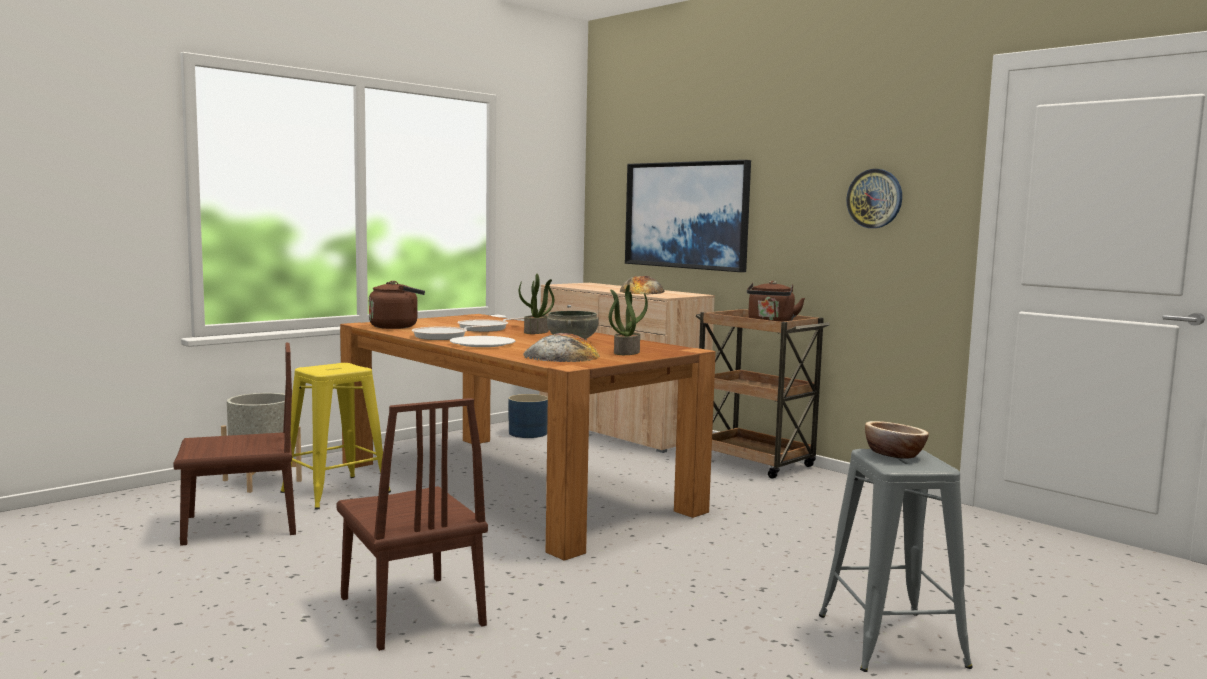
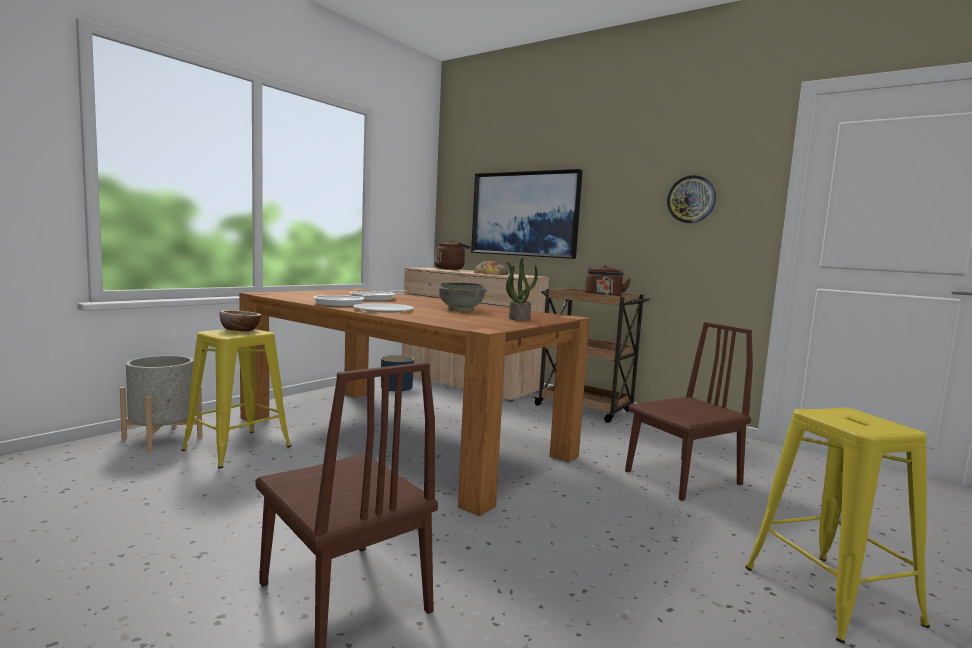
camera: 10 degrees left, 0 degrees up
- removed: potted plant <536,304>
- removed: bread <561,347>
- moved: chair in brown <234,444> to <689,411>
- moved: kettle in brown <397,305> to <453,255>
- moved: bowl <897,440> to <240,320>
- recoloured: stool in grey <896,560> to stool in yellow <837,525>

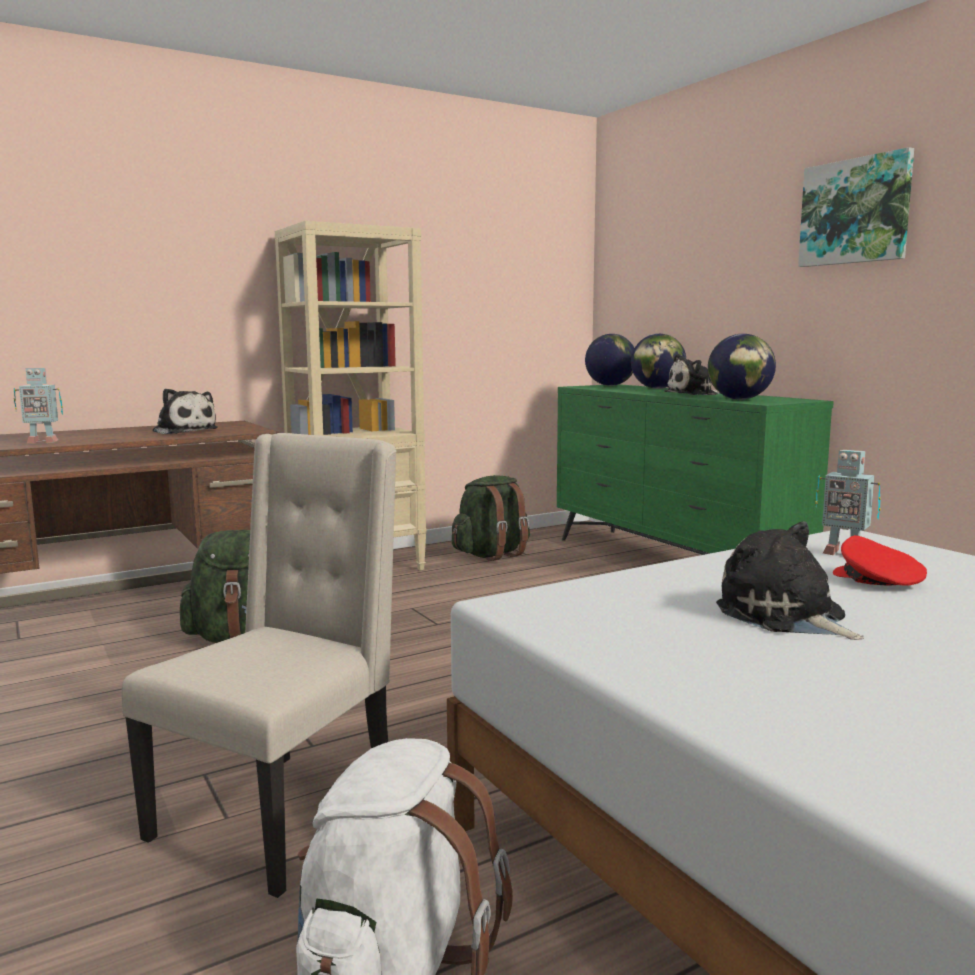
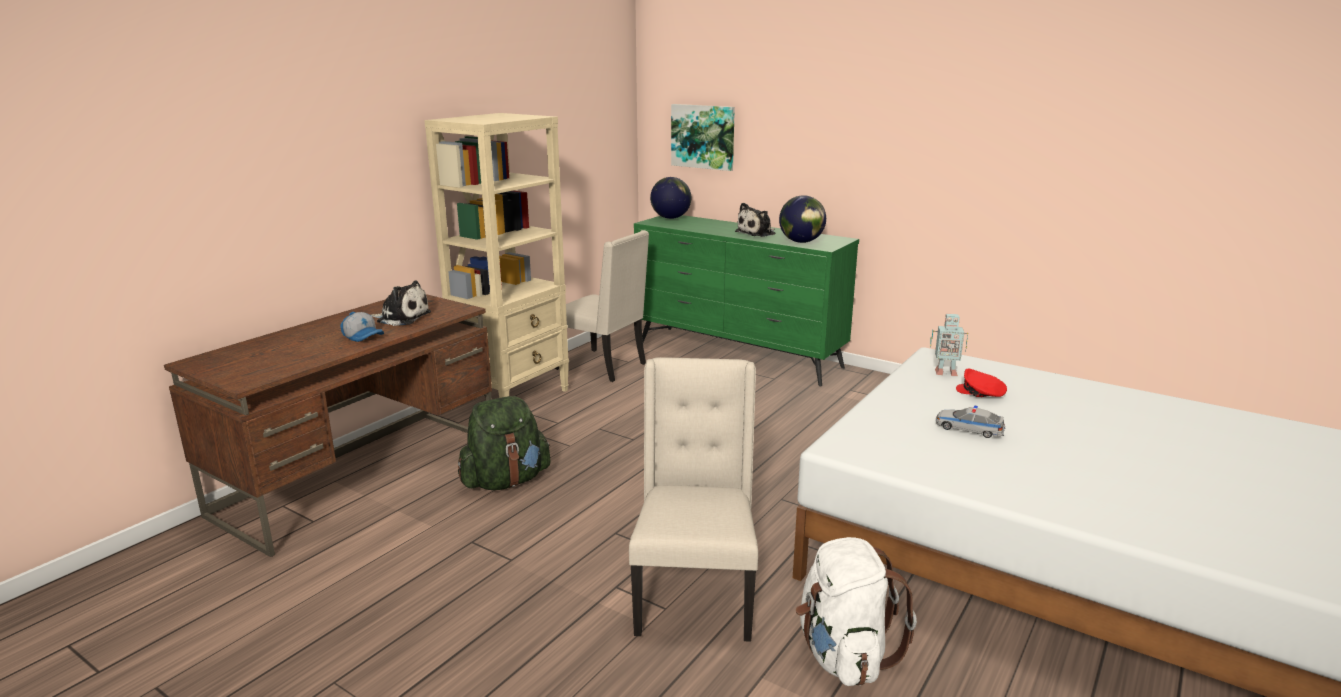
camera: 25 degrees left, 10 degrees up
- removed: toy robot <38,405>
- removed: globe <658,361>
- added: cap <362,327>
- moved: picture <856,207> to <703,137>
- replaced: backpack in green <491,518> to chair in beige <602,306>
- replaced: plush toy <790,580> to toy car <970,422>

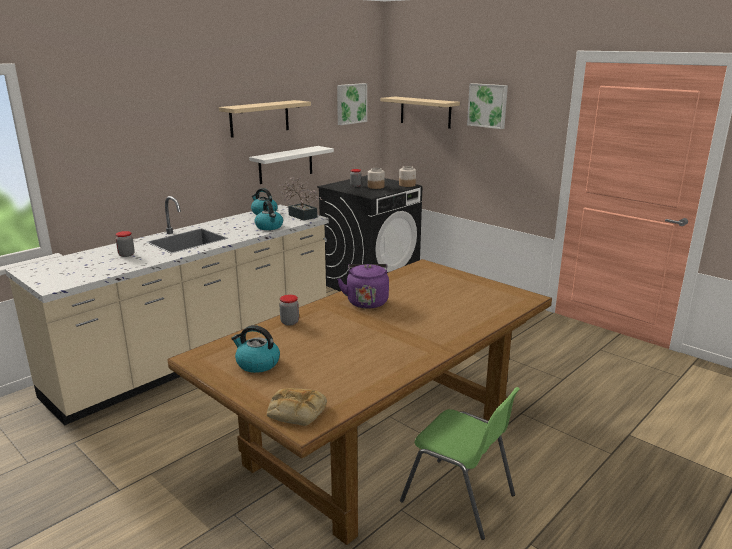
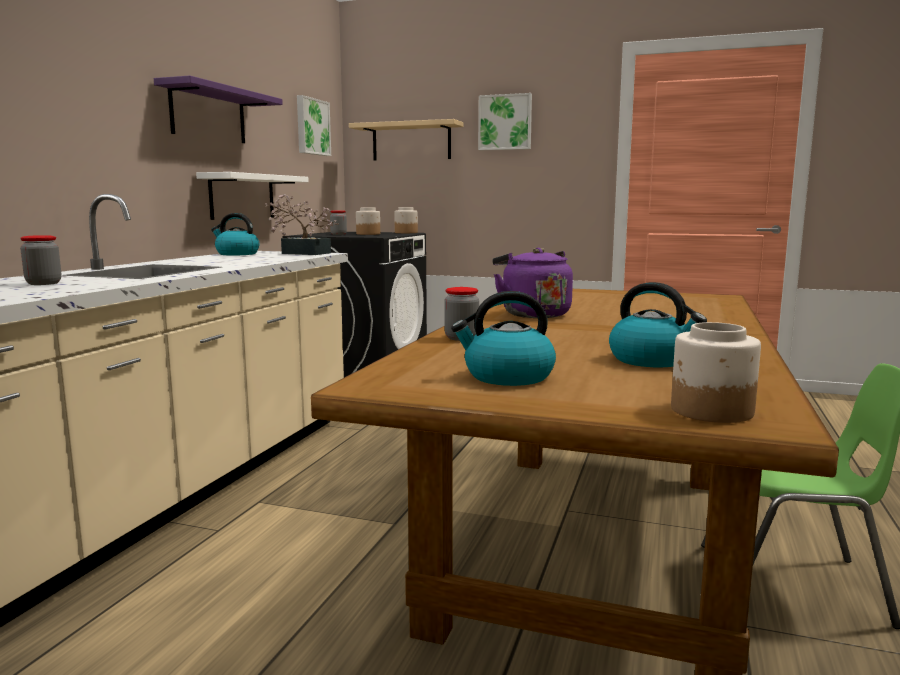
camera: 25 degrees left, 10 degrees down
- moved: kettle <269,215> to <658,324>
- replaced: bread <297,407> to jar <716,372>
- recoloured: shelf in beige <265,119> to shelf in purple <218,109>

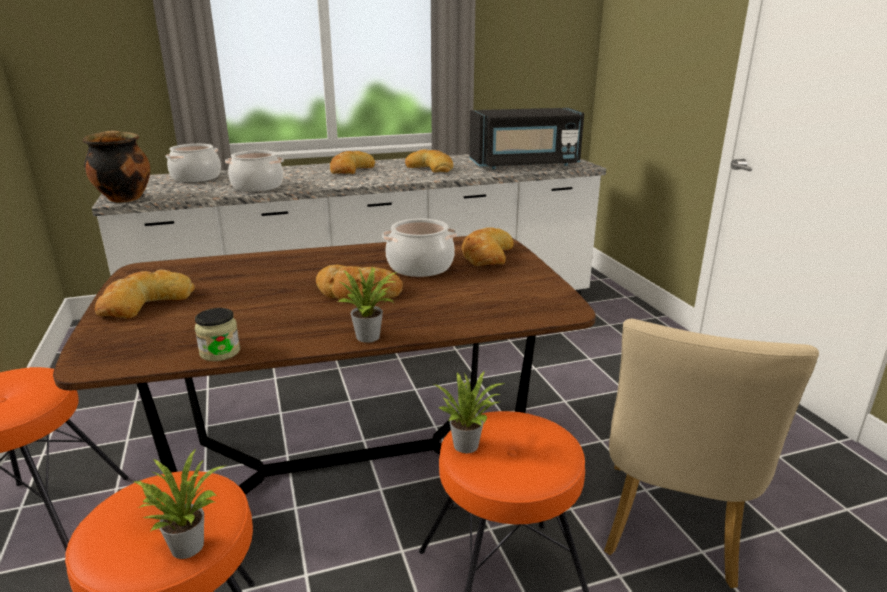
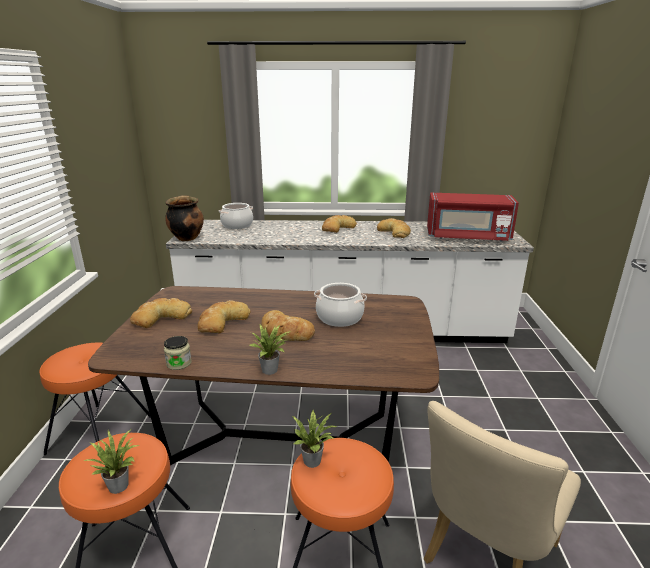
camera: 20 degrees right, 0 degrees up
- removed: cooking pot <254,171>
- moved: bread <488,246> to <224,316>
- recoloured: microwave in black <526,138> to microwave in red <473,217>

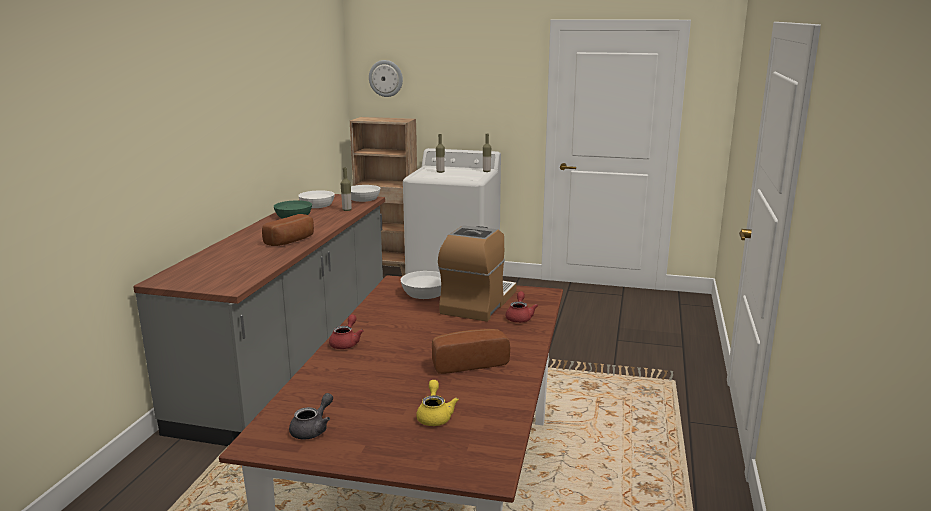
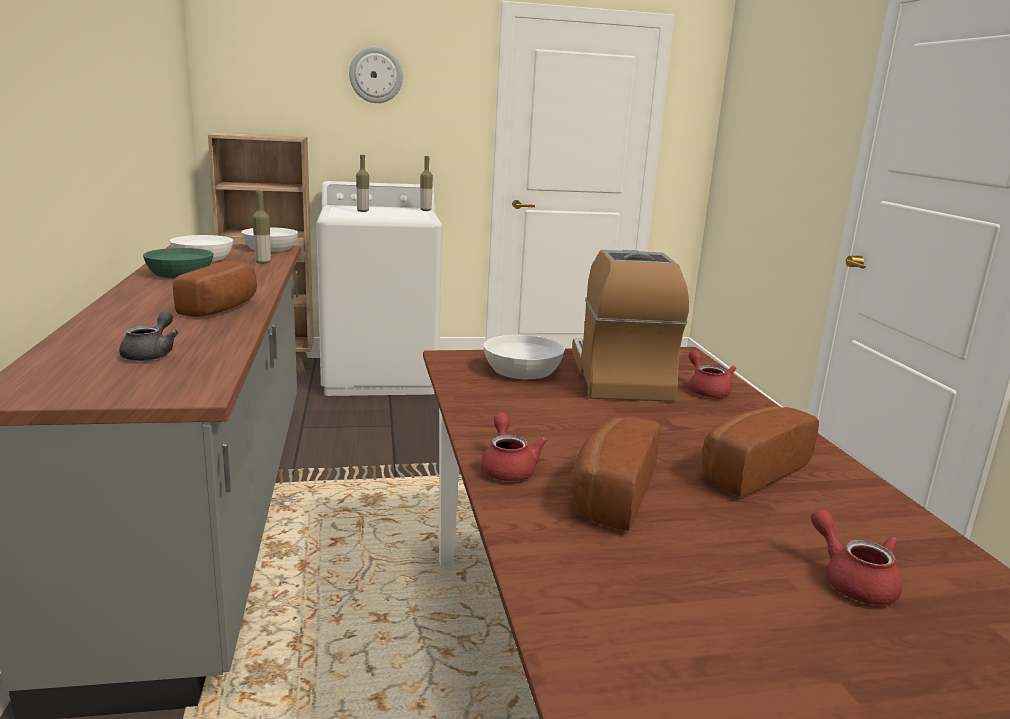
camera: 25 degrees left, 0 degrees up
- added: bread <616,474>
- moved: teapot in grey <311,416> to <149,336>
- moved: wall clock <386,78> to <376,75>
- recoloured: teapot in yellow <437,403> to teapot in red <856,557>

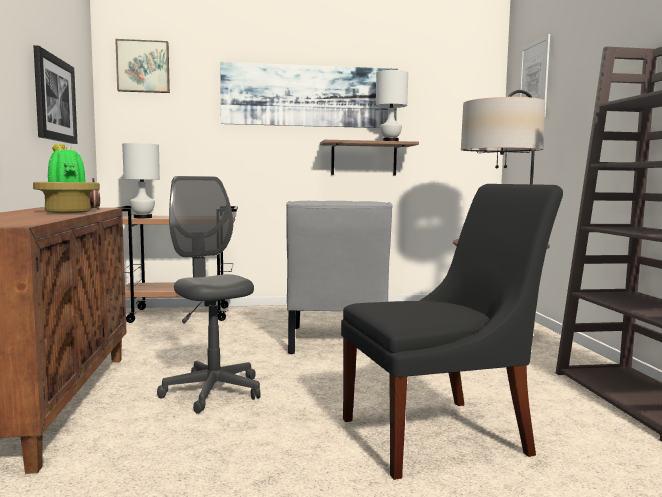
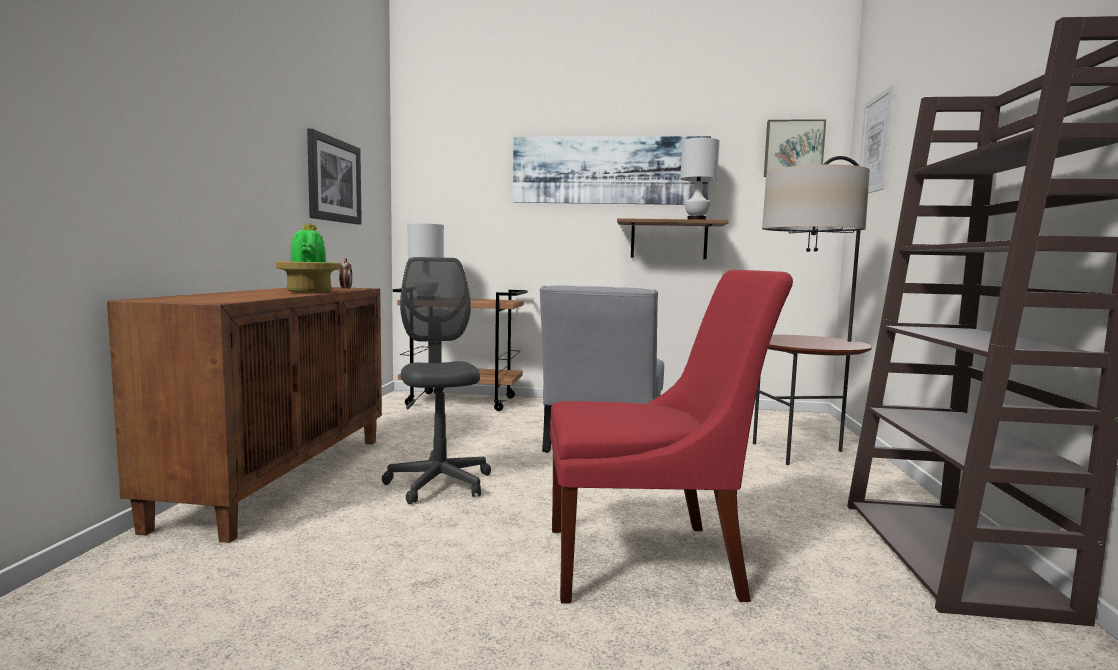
camera: 15 degrees right, 0 degrees up
- moved: picture <142,66> to <795,148>
- recoloured: chair in black <452,332> to chair in red <671,436>

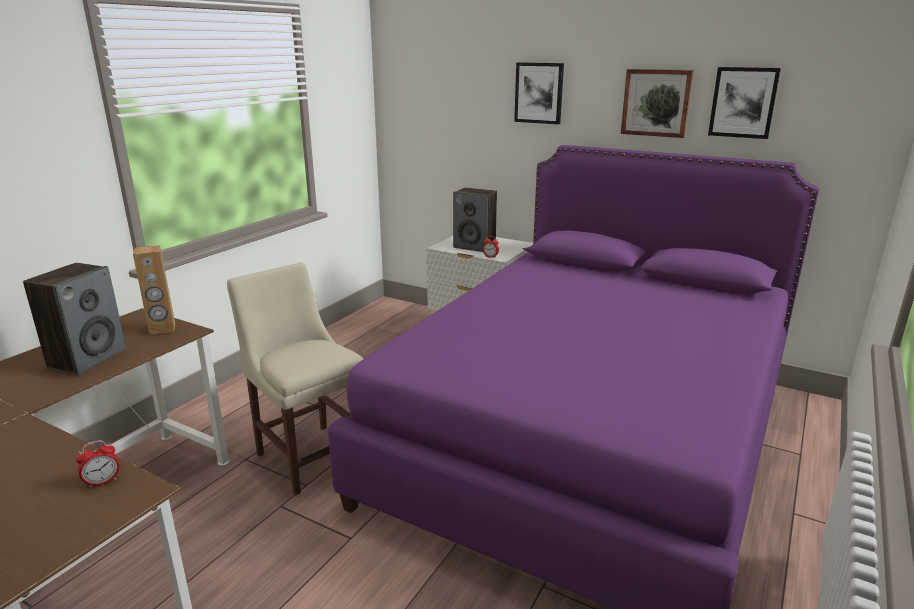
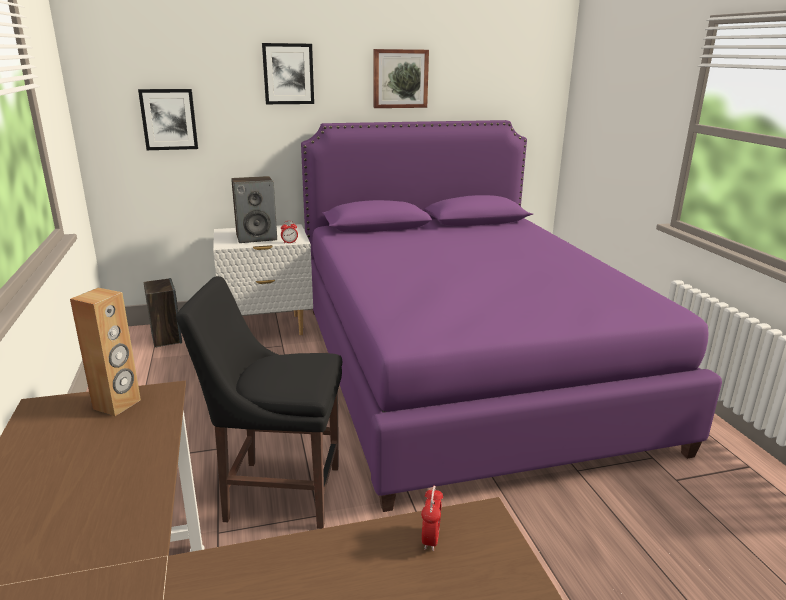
camera: 45 degrees left, 0 degrees up
- moved: speaker <74,319> to <163,312>
- moved: picture <744,103> to <168,119>
- recoloured: chair in beige <295,379> to chair in black <259,402>

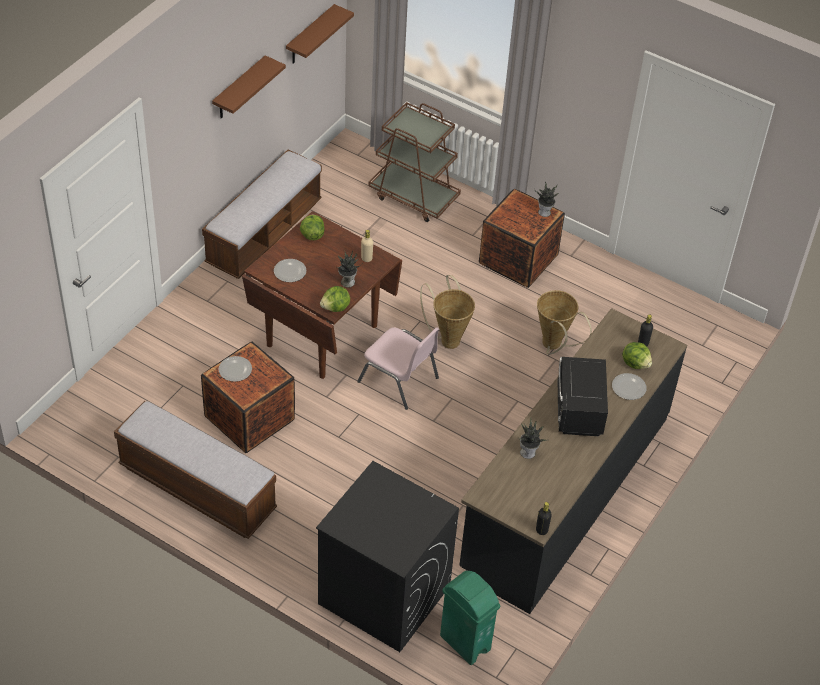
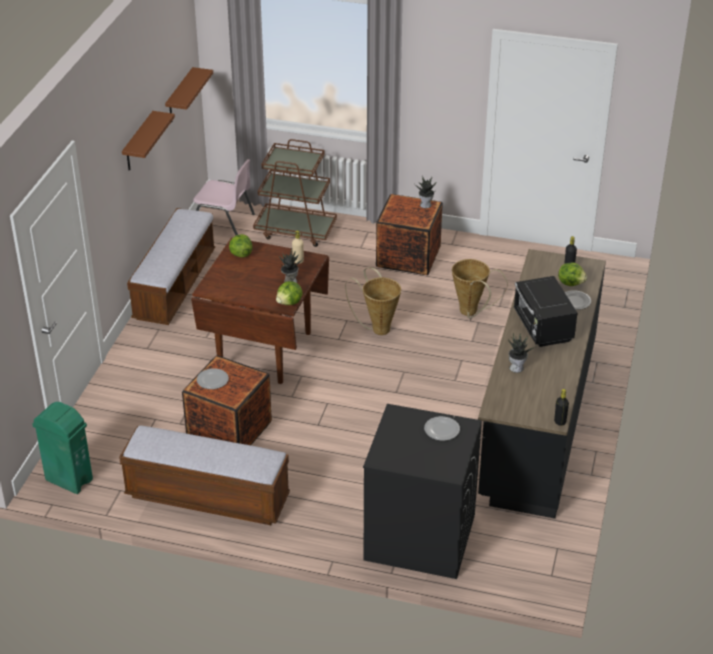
camera: 15 degrees left, 10 degrees down
- moved: plate <290,270> to <442,428>
- moved: chair in pink <398,368> to <224,197>
- moved: trash can in green <470,618> to <62,448>

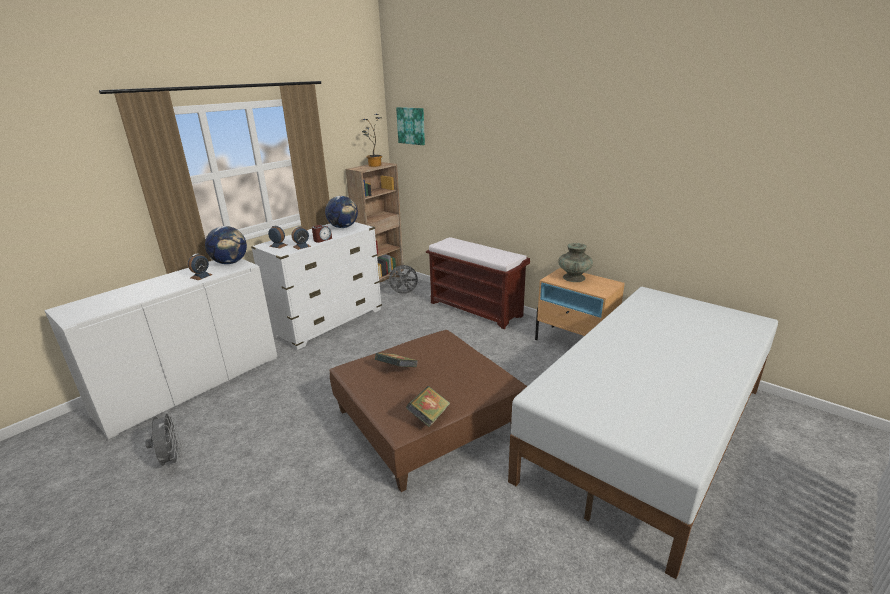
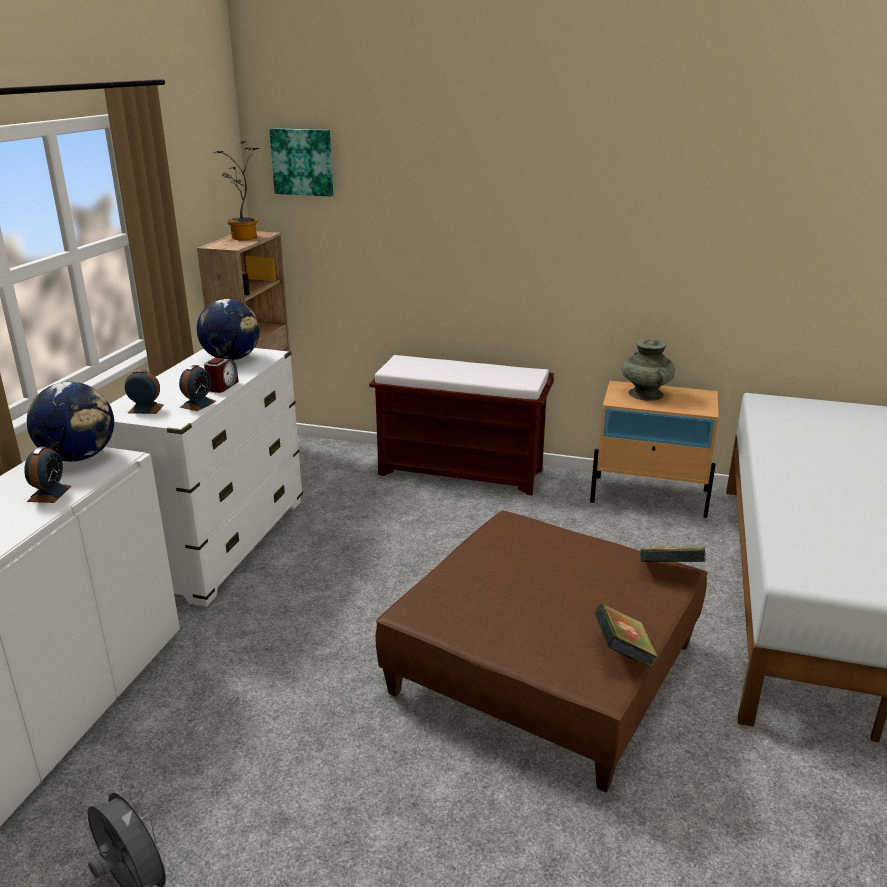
camera: 25 degrees left, 0 degrees up
- removed: fan in grey <403,279>
- moved: book <396,360> to <673,554>

